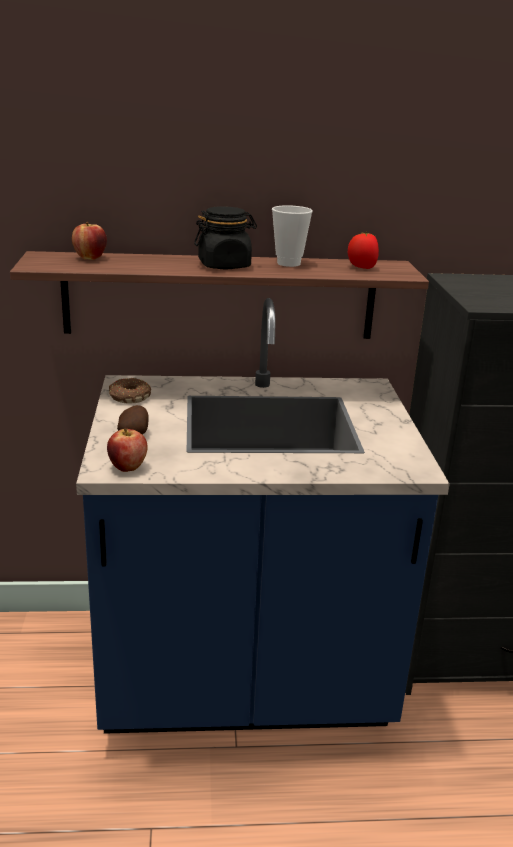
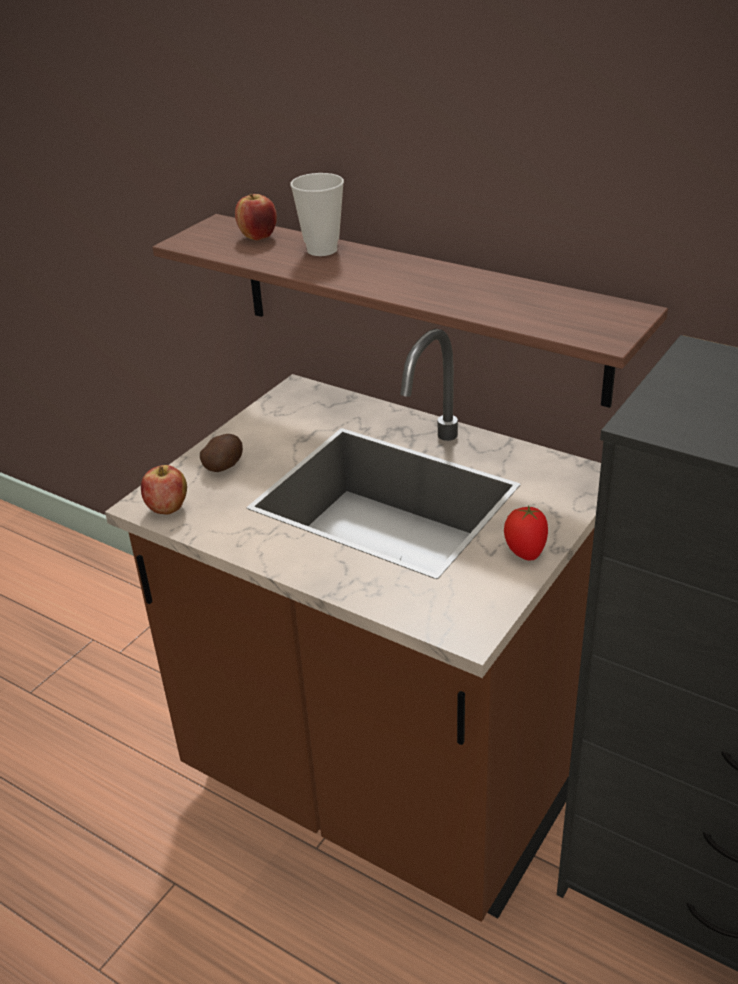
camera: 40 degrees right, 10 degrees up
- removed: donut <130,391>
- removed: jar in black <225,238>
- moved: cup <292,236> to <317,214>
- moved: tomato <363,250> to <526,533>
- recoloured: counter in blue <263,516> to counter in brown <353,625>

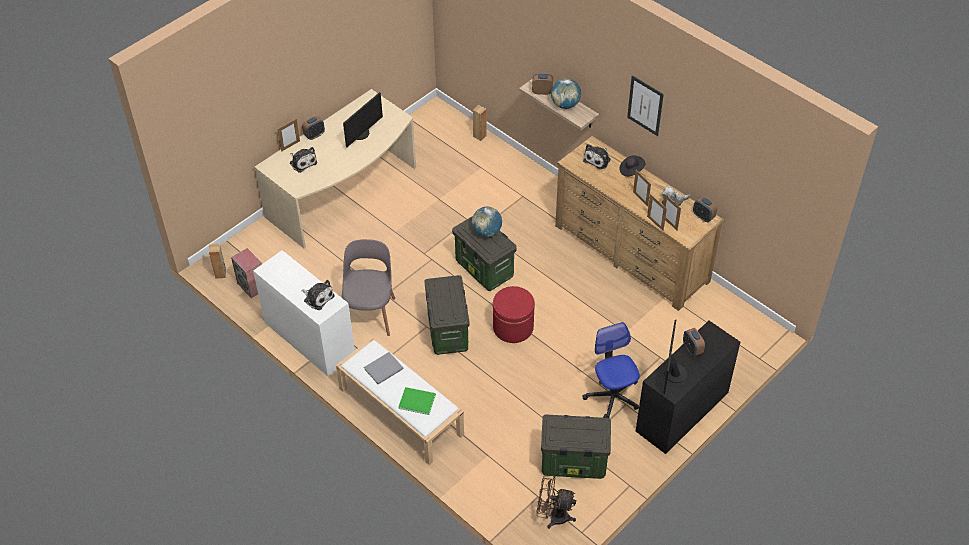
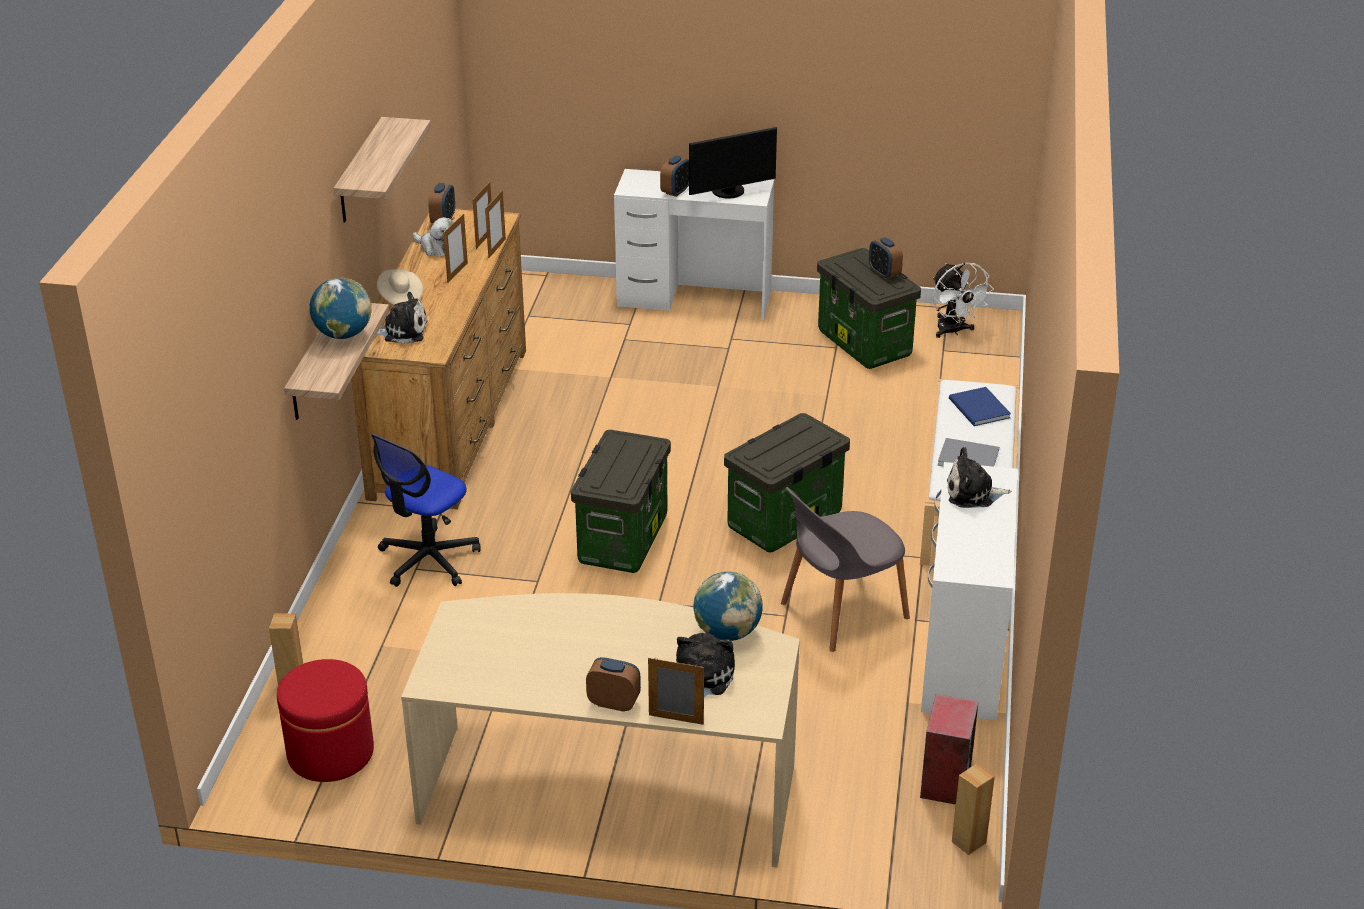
camera: 125 degrees left, 15 degrees down
- removed: monitor <363,119>
- moved: globe <487,222> to <728,606>
- moved: ottoman in red <514,314> to <325,720>
- moved: alarm clock <542,84> to <886,258>
- moved: office chair <611,370> to <426,510>
- replaced: picture <645,105> to shelf <382,170>
- recoloured: book in green <417,401> to book in blue <980,406>
- recoloured: fan in brown <556,501> to fan in white <963,300>
- recoloured: hat in black <632,166> to hat in beige <400,287>
- recoloured: desk in black <688,387> to desk in white <694,244>
- turned: plush toy <317,295> = <979,477> 90 degrees counterclockwise

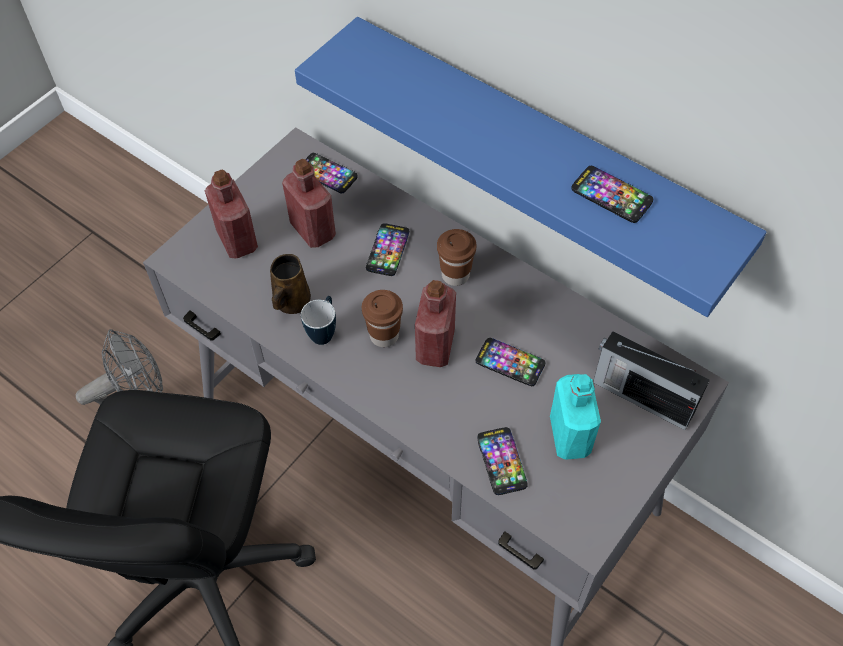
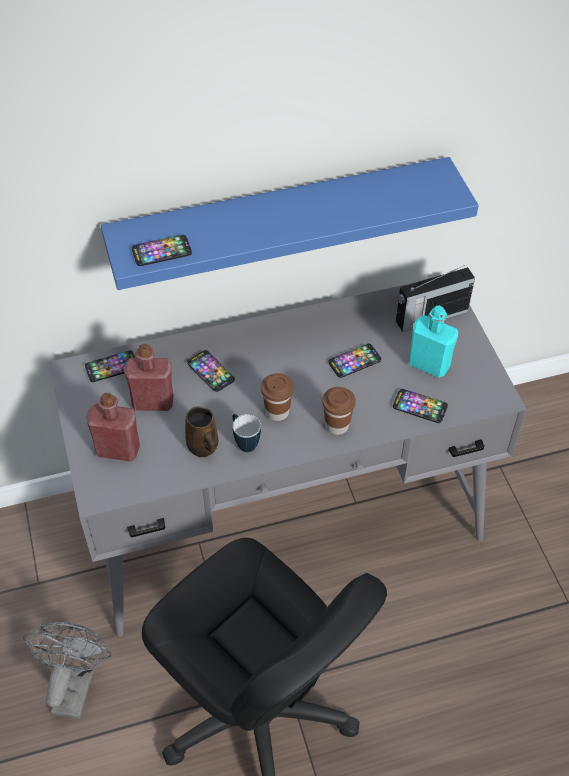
camera: 55 degrees left, 5 degrees down
- removed: bottle in red <435,323>
- moved: cup in brown <456,257> to <339,411>
- moved: phone <612,194> to <162,250>

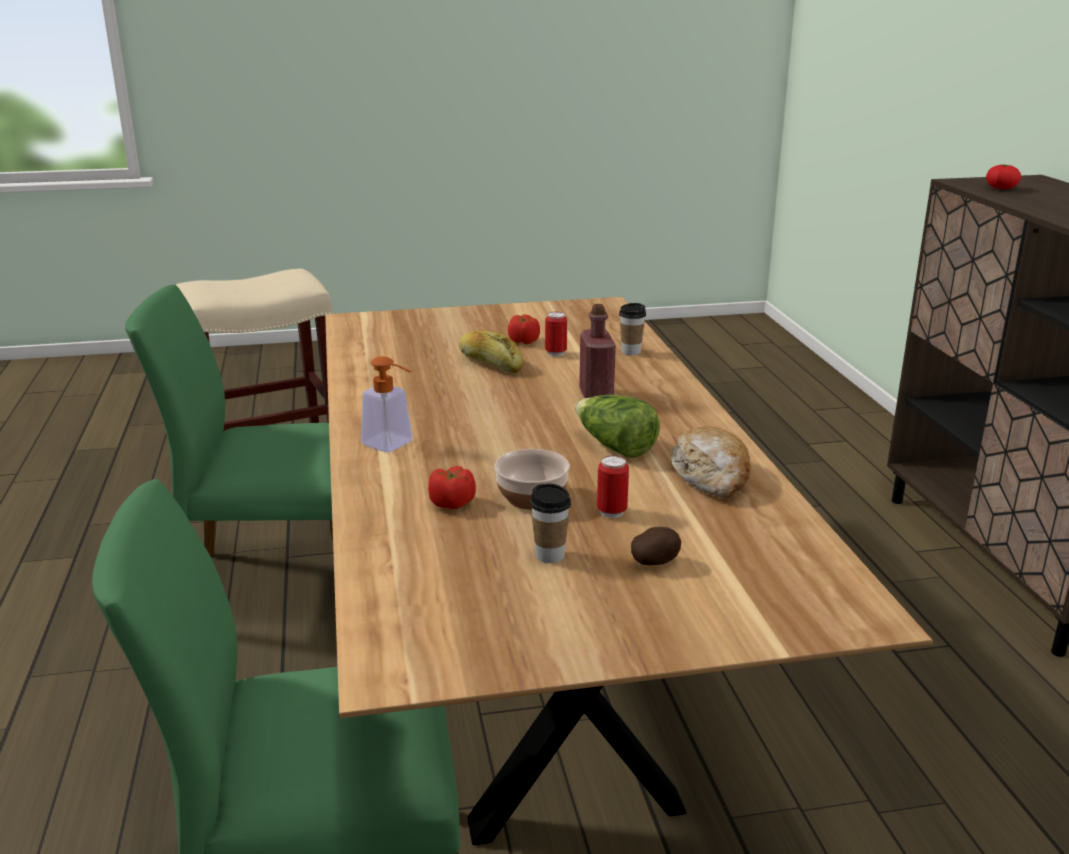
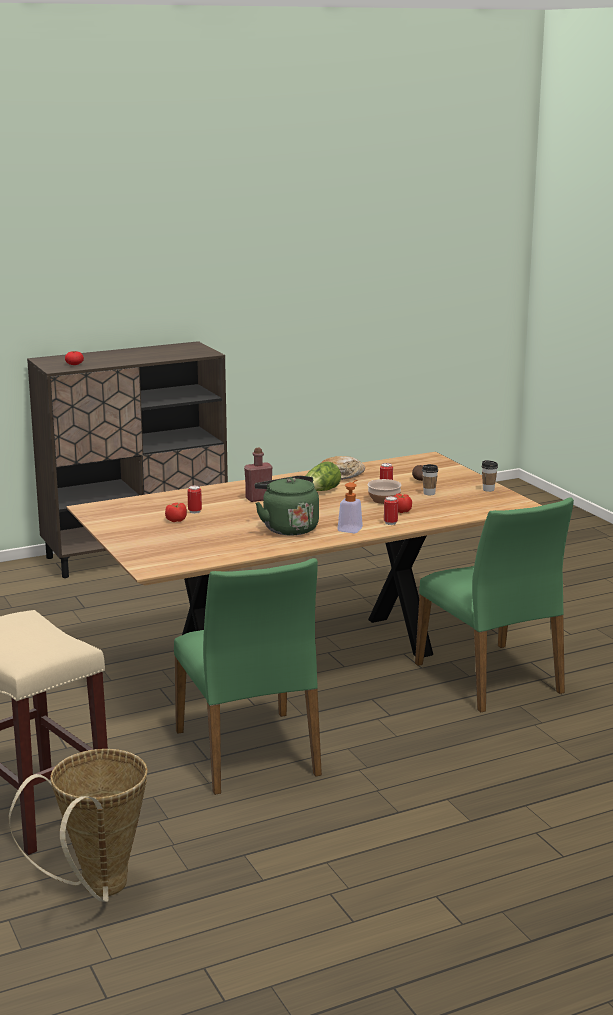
camera: 105 degrees left, 5 degrees down
- removed: bread <491,351>
- added: basket <78,825>
- added: kettle in green <287,505>
- added: can <391,510>
- moved: cup <632,329> to <490,476>

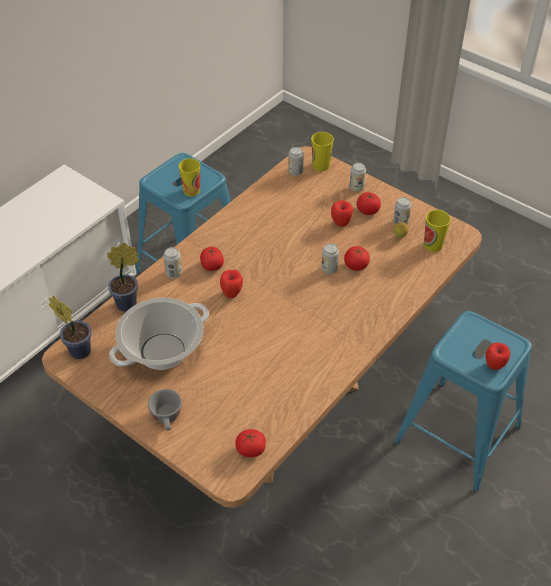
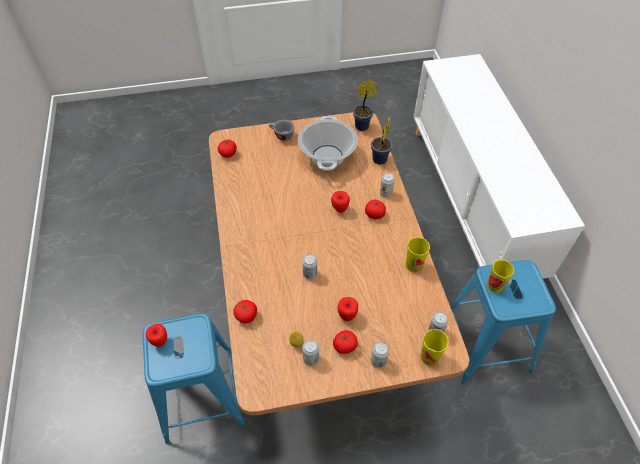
camera: 130 degrees right, 5 degrees up
- moved: tomato <357,258> to <245,311>
- moved: cup <437,231> to <418,254>

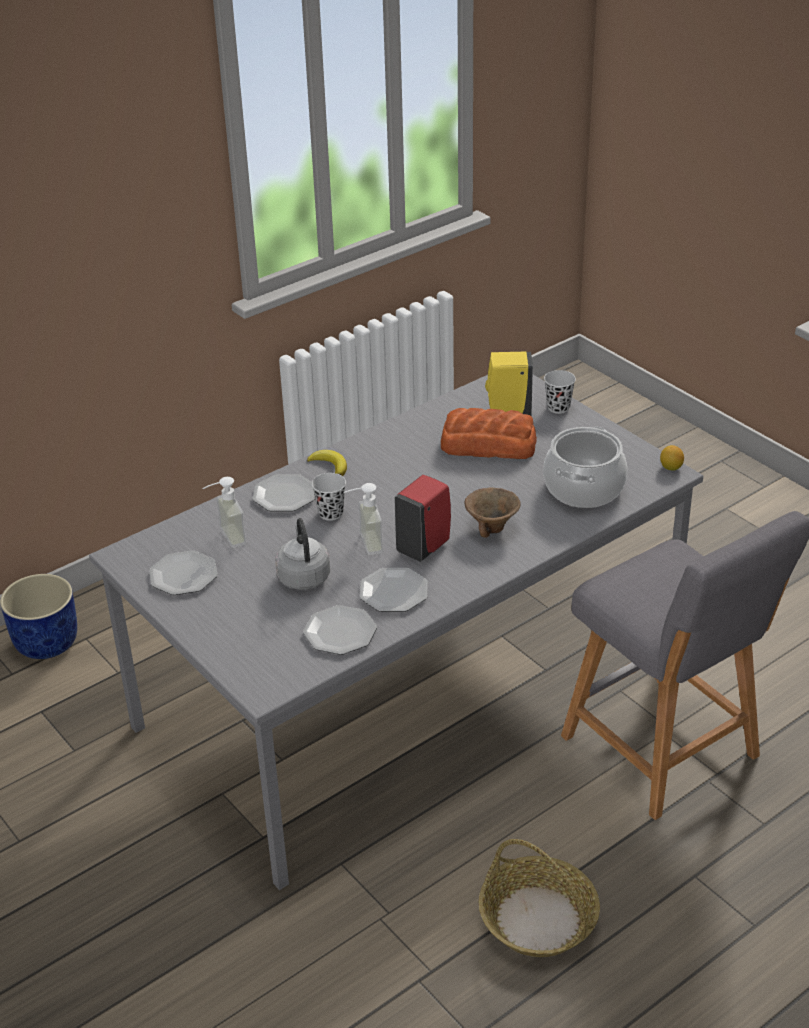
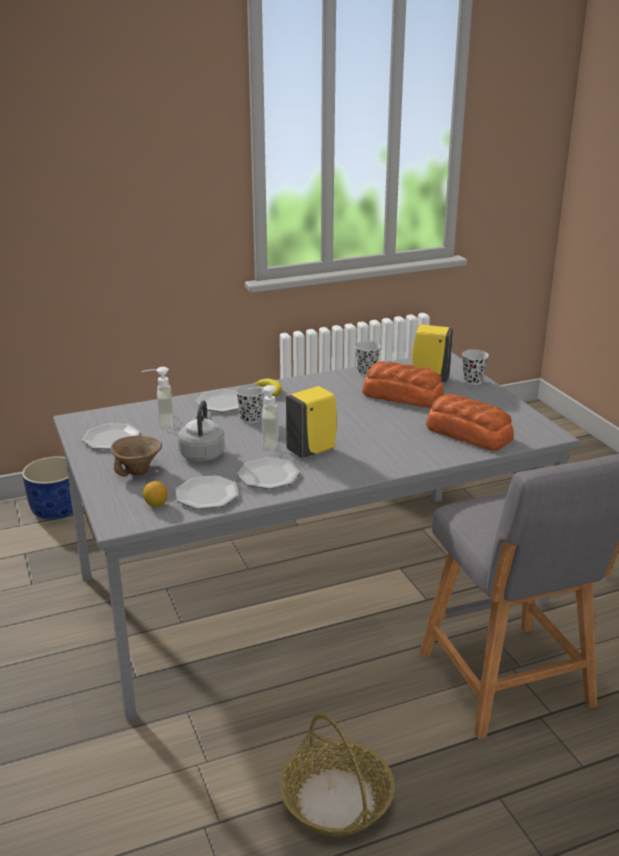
camera: 15 degrees right, 10 degrees down
- added: cup in black <368,358>
- moved: bowl in brown <493,512> to <136,456>
- moved: lemon <672,458> to <155,494>
- replaced: cooking pot <585,467> to bread <470,422>
- recoloured: soap dispenser in red <422,518> to soap dispenser in yellow <311,422>

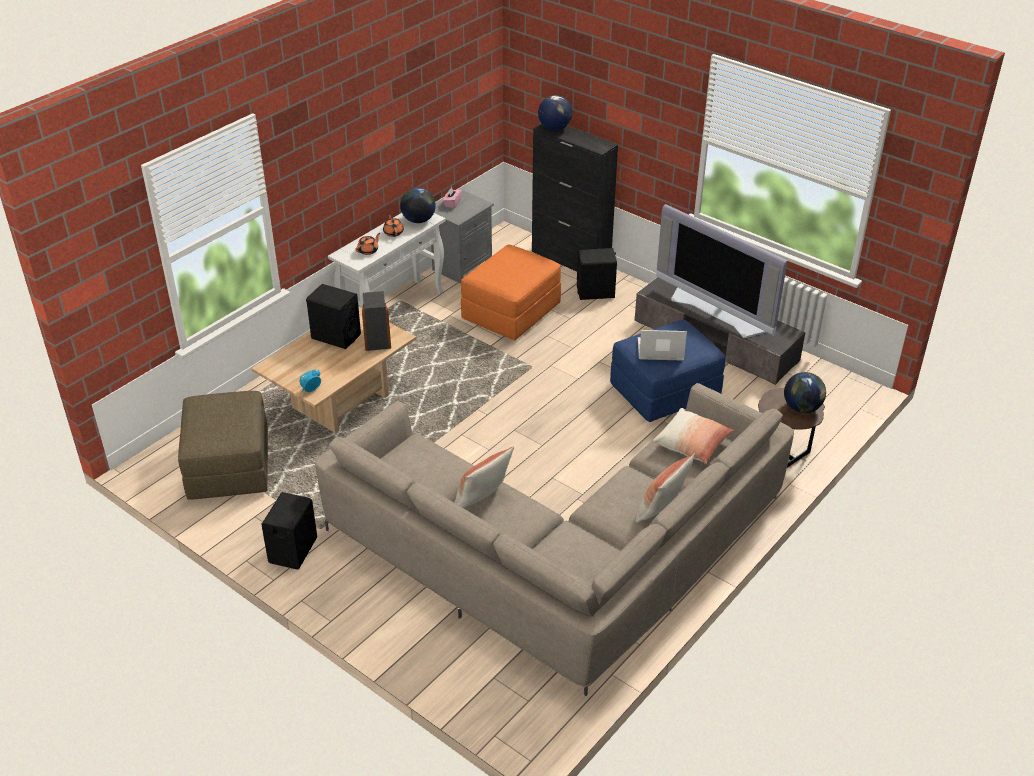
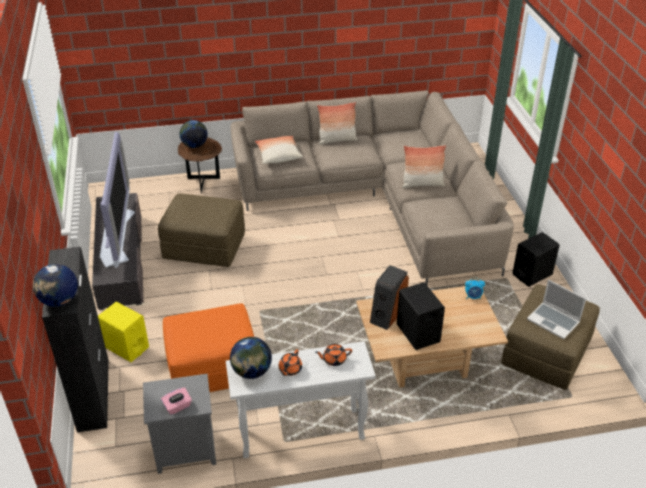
camera: 140 degrees left, 0 degrees up
- moved: laptop <662,345> to <556,309>
- recoloured: speaker in black <597,274> to speaker in yellow <123,332>
- recoloured: ottoman in blue <667,370> to ottoman in brown <201,230>

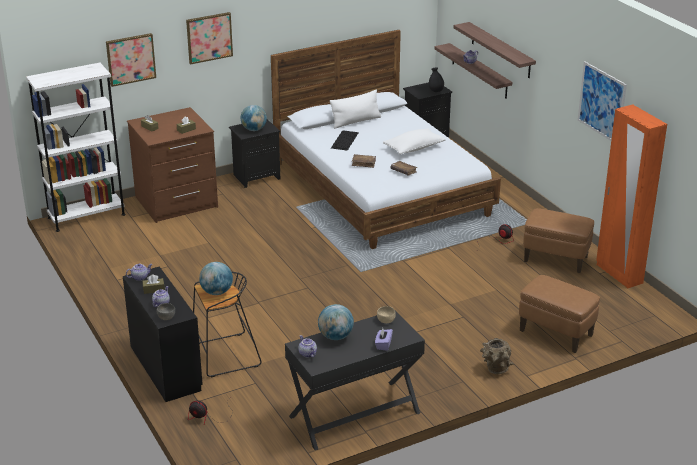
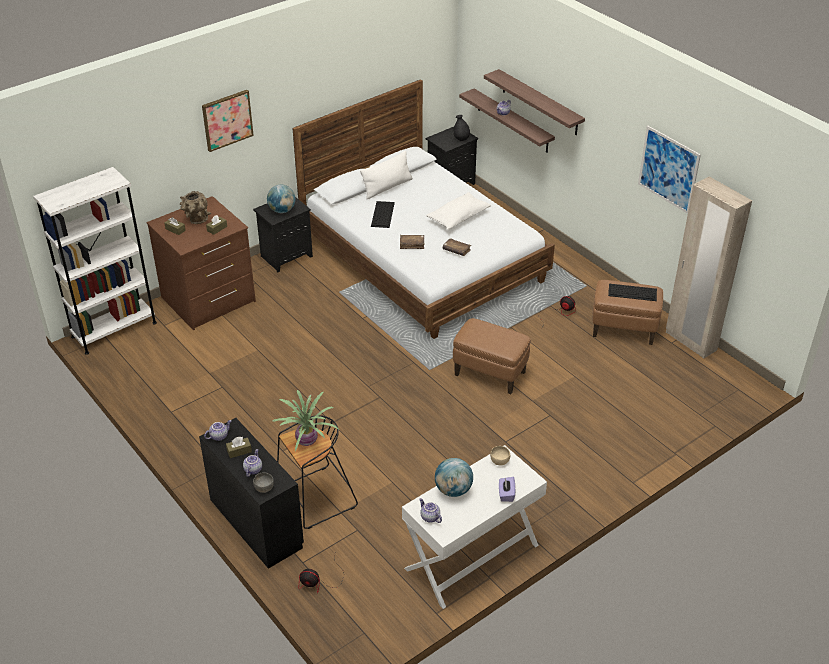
camera: 10 degrees left, 10 degrees up
- removed: picture <131,60>
- added: keyboard <632,292>
- moved: vase in brown <496,356> to <195,207>
- moved: ottoman in brown <559,314> to <492,356>
- replaced: globe <216,278> to potted plant <305,421>
- recoloured: desk in black <355,380> to desk in white <474,527>
- recoloured: wardrobe in orange <631,196> to wardrobe in beige <709,267>

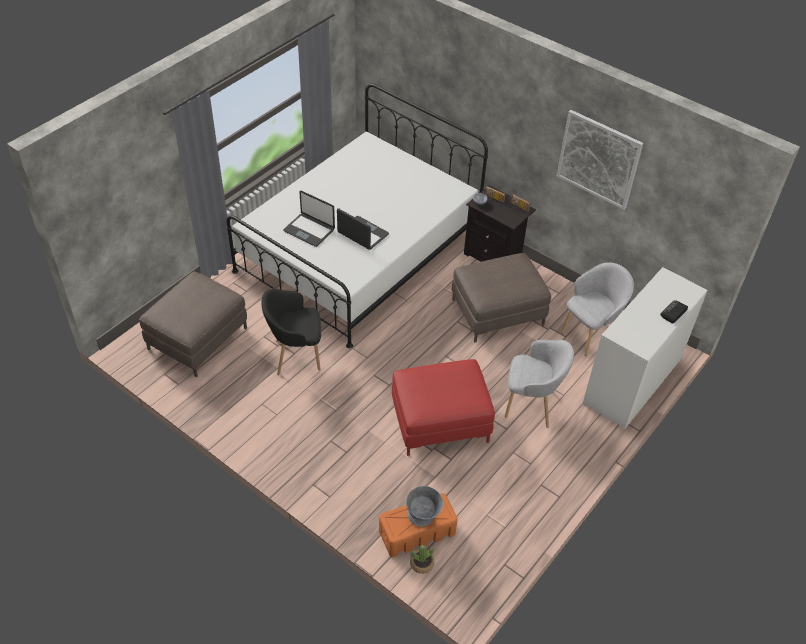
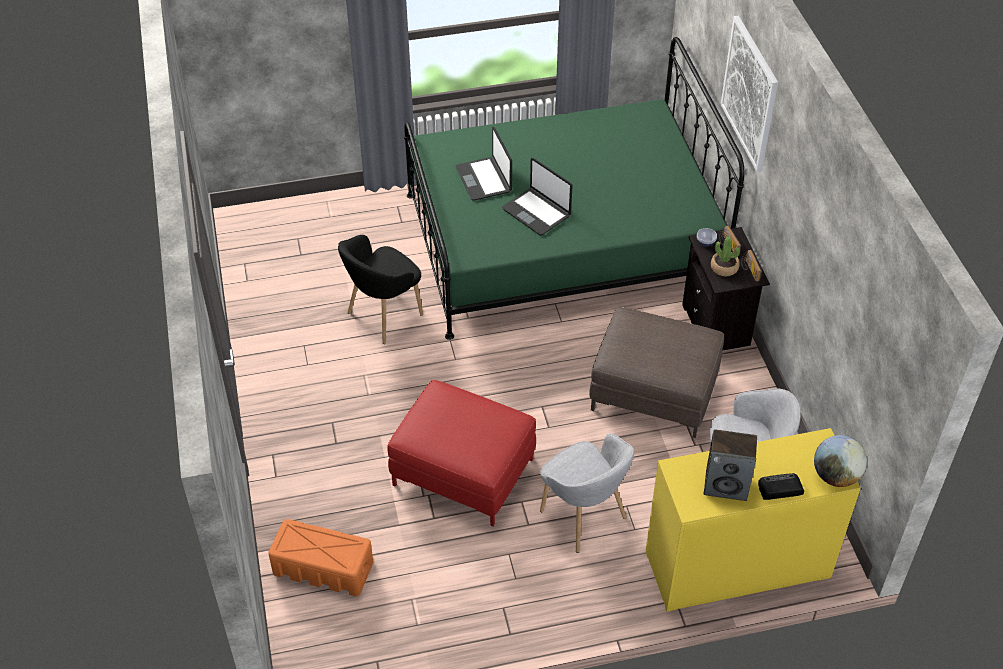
camera: 40 degrees right, 0 degrees up
- removed: ottoman in brown <193,324>
- removed: bowl in grey <424,506>
- added: speaker <730,465>
- added: globe <840,461>
- moved: potted plant <422,559> to <725,256>
- moved: picture <600,160> to <749,94>
- recoloured: bed in white <357,216> to bed in green <574,188>
- recoloured: dresser in white <645,348> to dresser in yellow <753,520>
- turned: armchair in black <291,332> = <380,289> 75 degrees counterclockwise
- turned: laptop <363,229> = <537,196> 150 degrees clockwise

